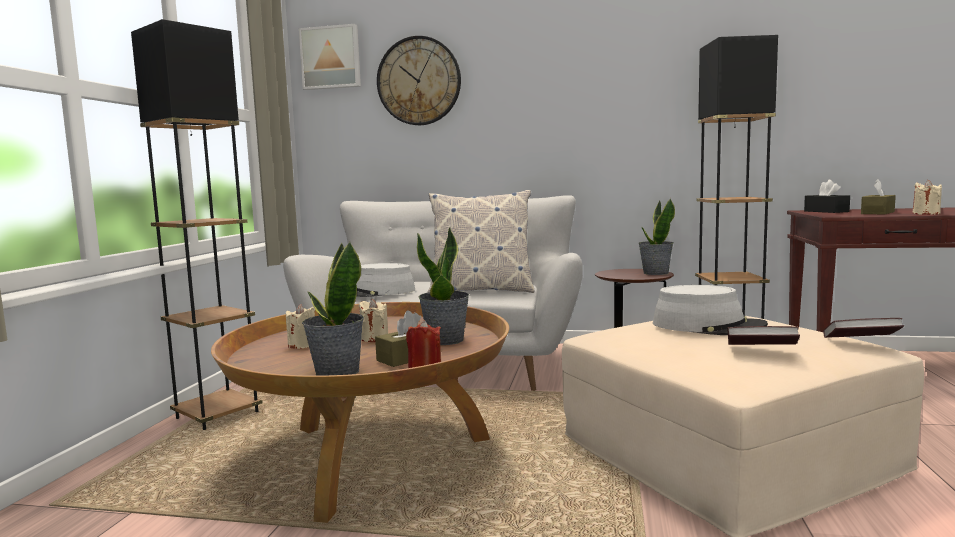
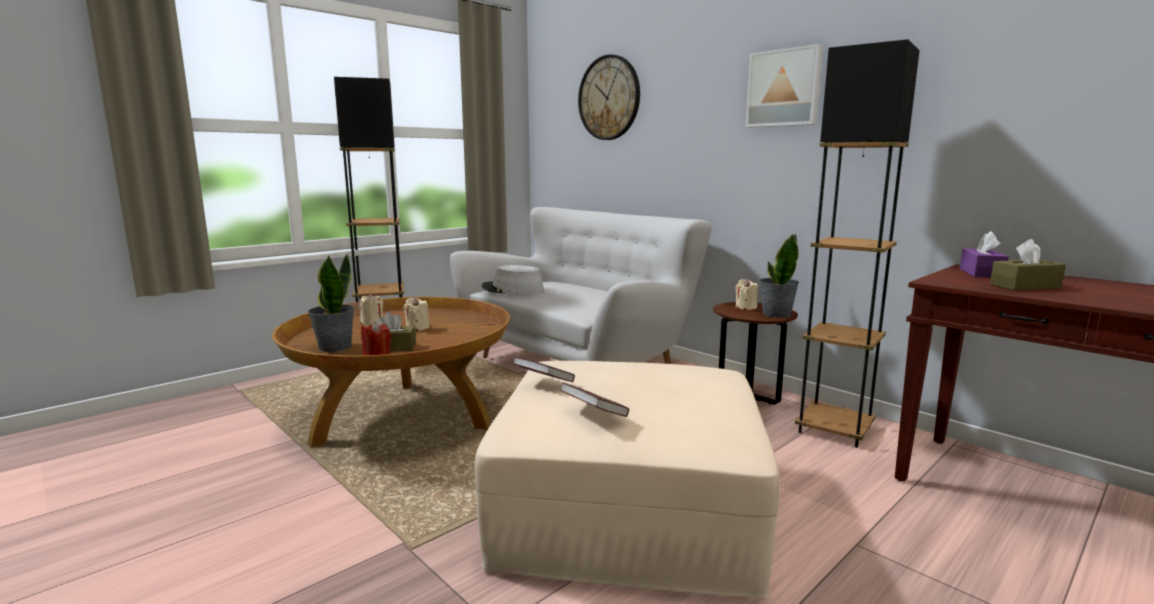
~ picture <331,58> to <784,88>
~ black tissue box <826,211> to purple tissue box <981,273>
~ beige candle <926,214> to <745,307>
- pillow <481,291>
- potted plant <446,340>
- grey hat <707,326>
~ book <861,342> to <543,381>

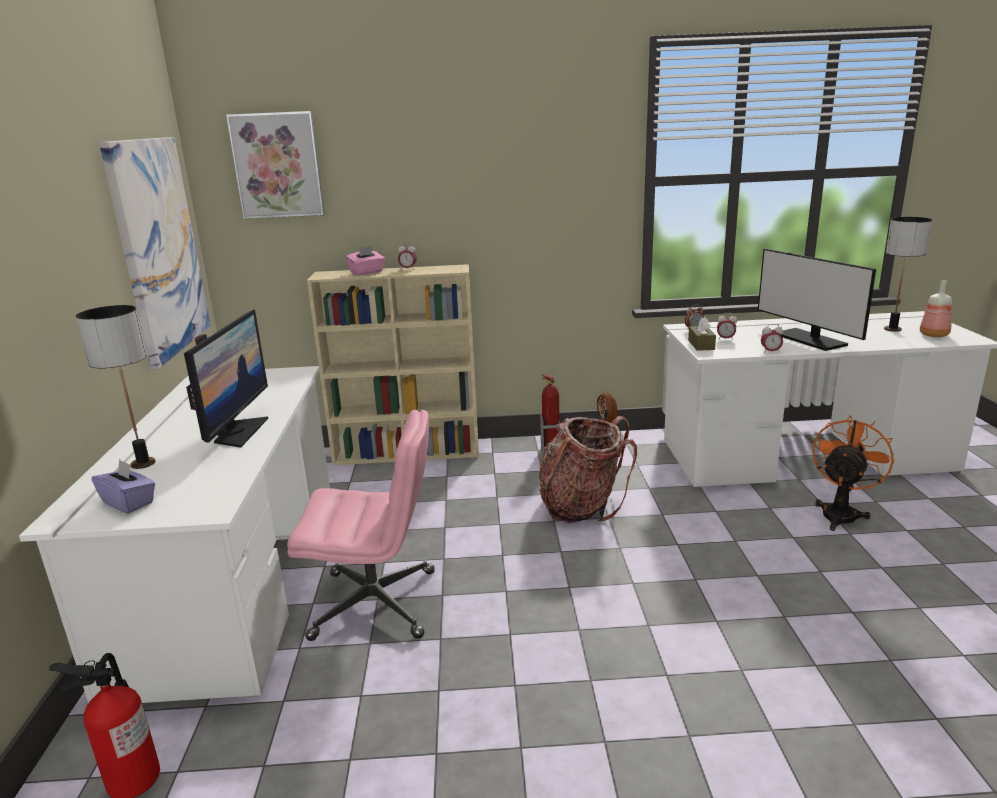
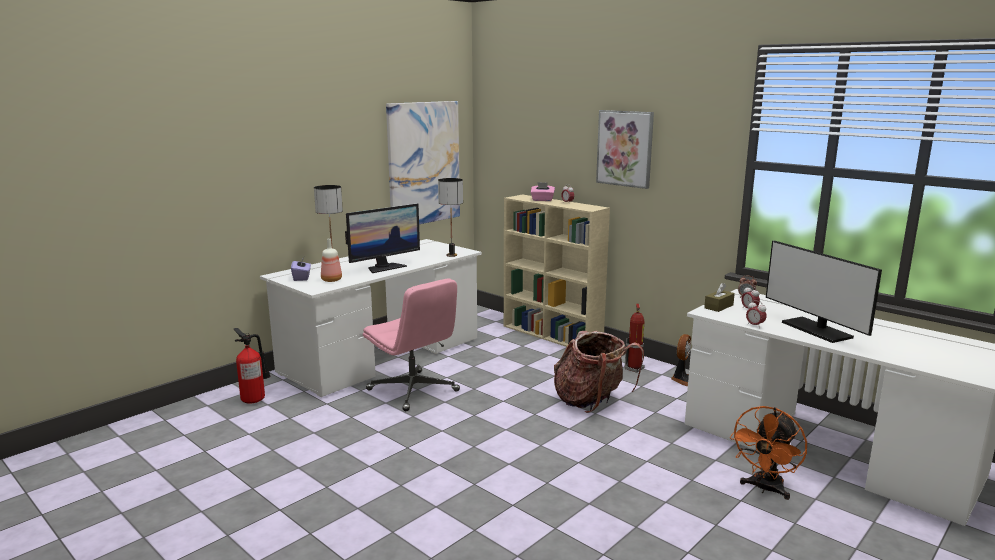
~ picture <277,165> to <625,148>
~ table lamp <893,329> to <451,255>
~ monitor <809,340> = <816,330> 45 degrees counterclockwise
~ bottle <935,335> to <332,280>
~ orange fan <841,513> = <765,489> 135 degrees clockwise

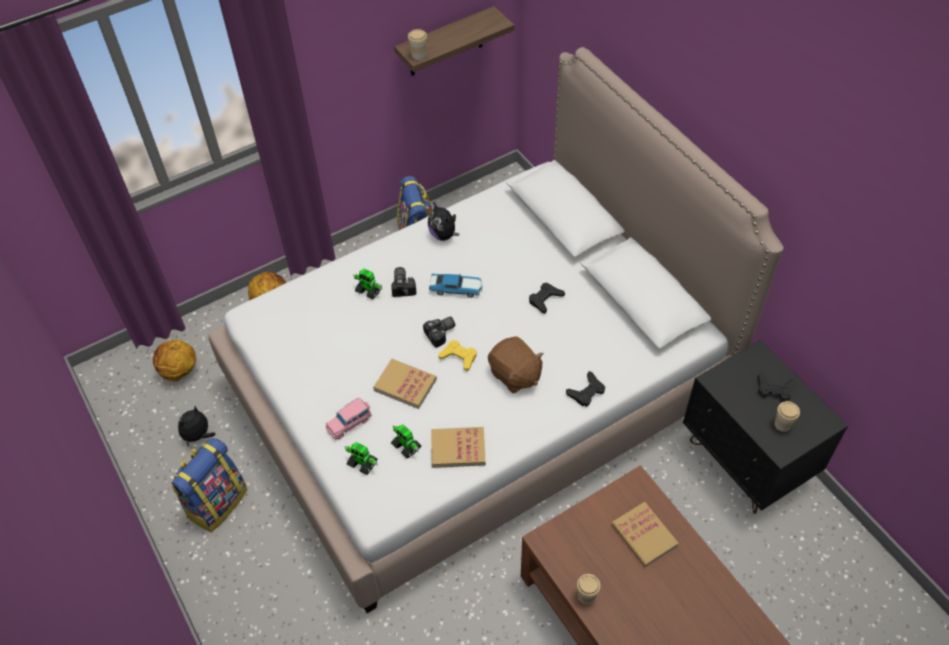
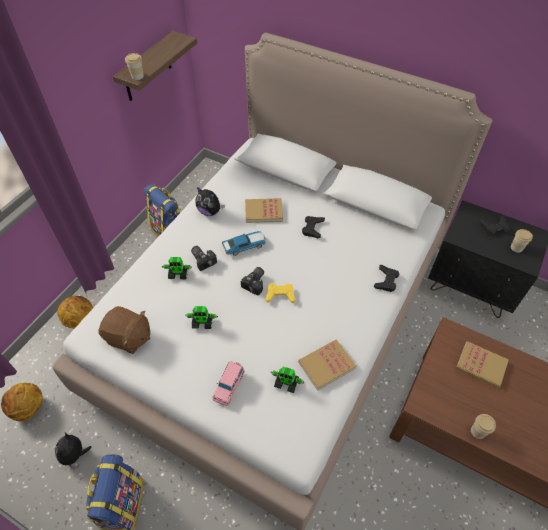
~ brown plush toy <515,375> to <128,337>
~ book <405,385> to <263,211>
~ toy robot <362,463> to <203,322>

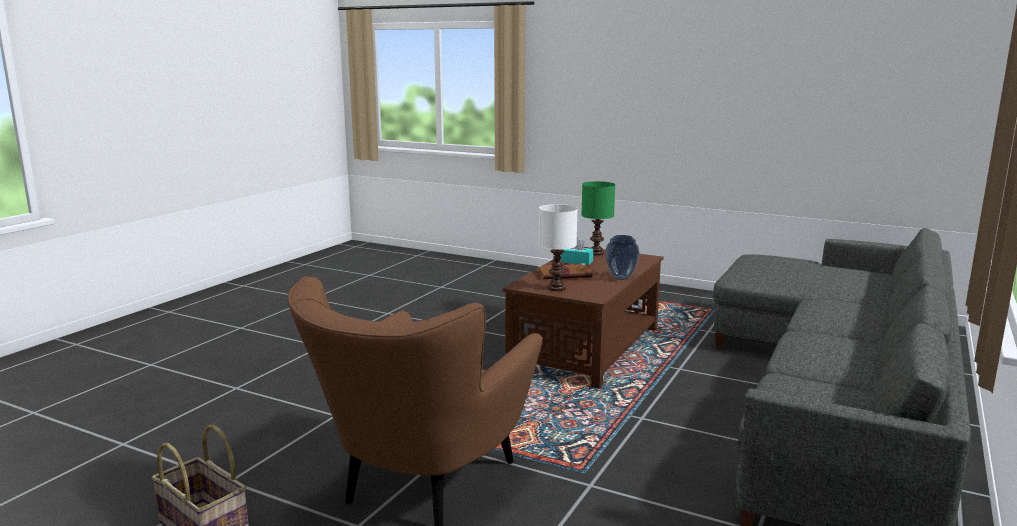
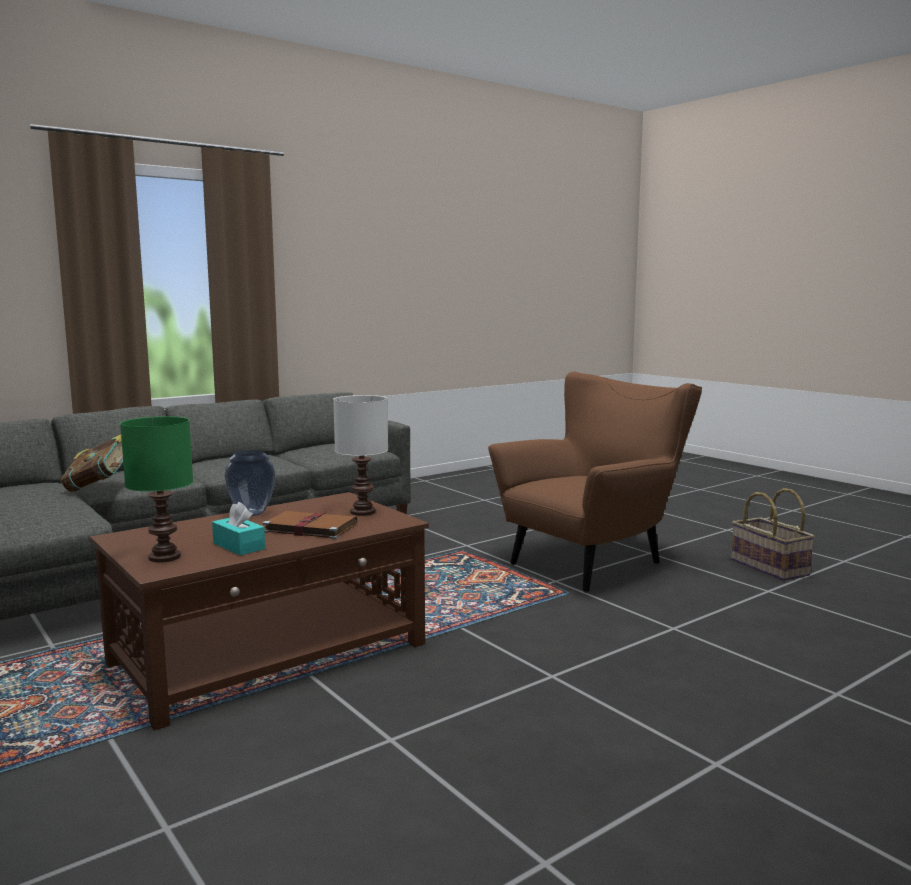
+ book <100,488>

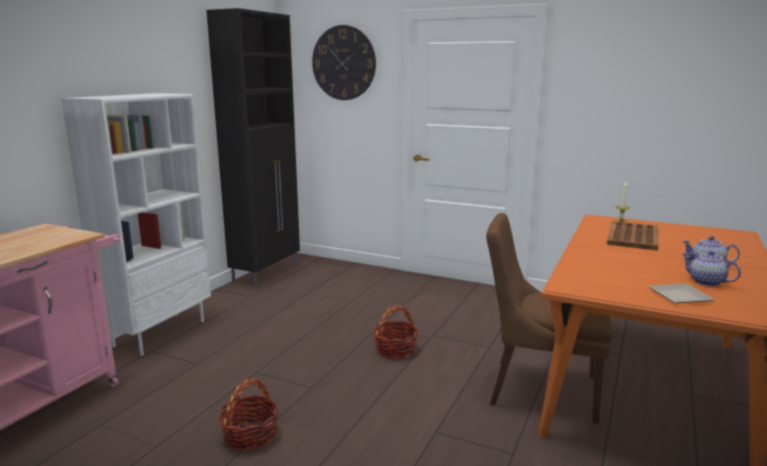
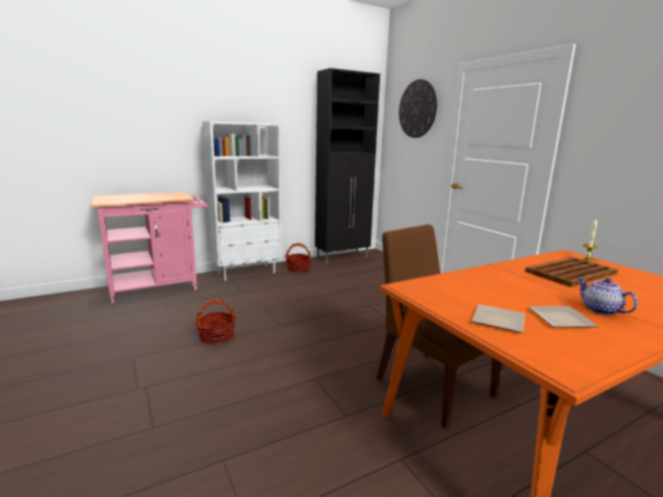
~ teapot <706,282> to plate <560,320>
~ basket <395,349> to <298,268>

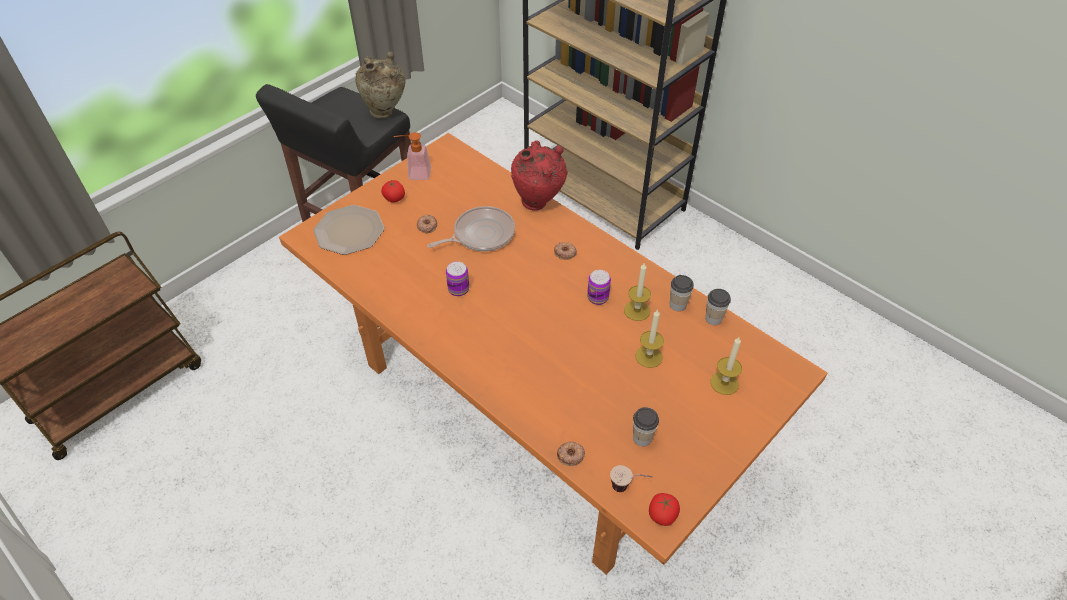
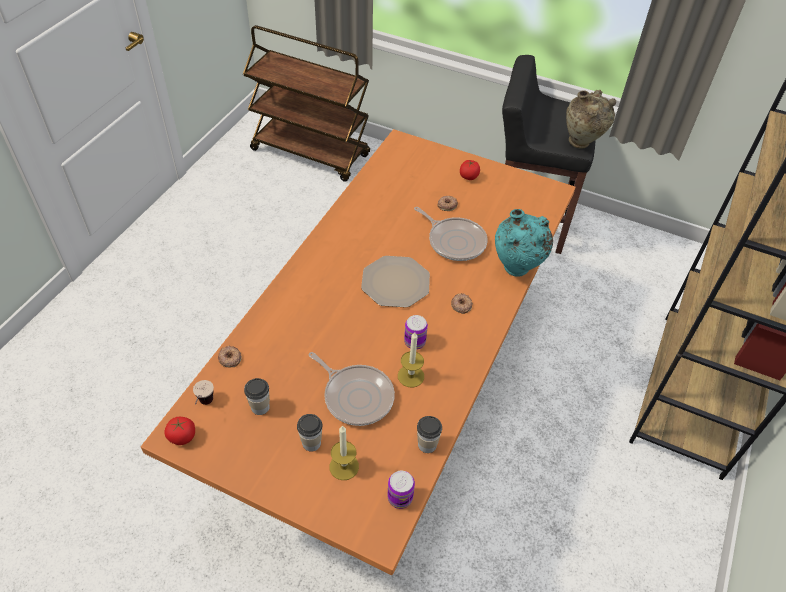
- soap dispenser <415,173>
~ red vase <538,204> to turquoise vase <516,271>
~ plate <348,231> to <395,282>
~ can <458,289> to <400,497>
~ cup <677,305> to <311,443>
~ candle <648,356> to frying pan <356,396>

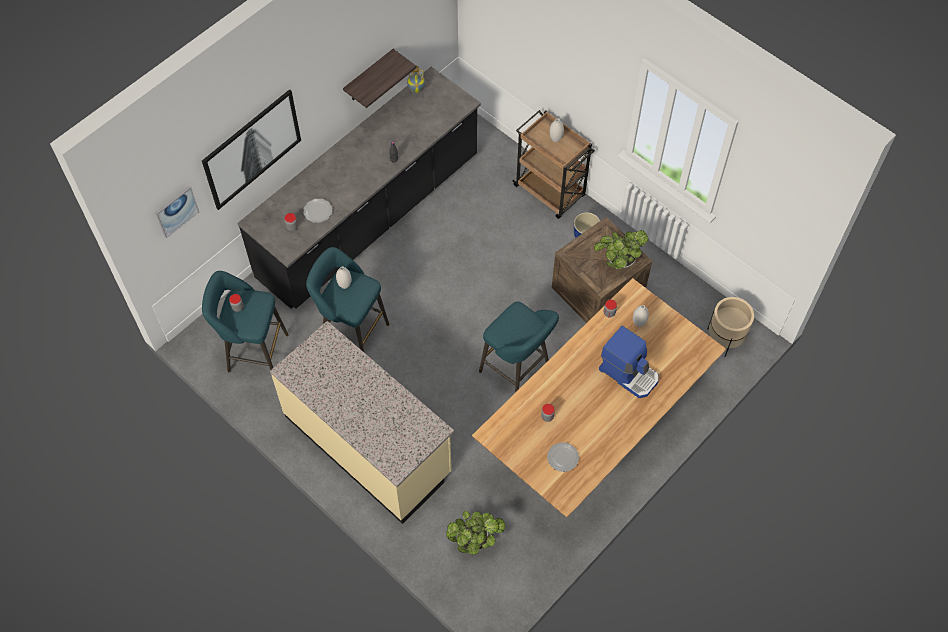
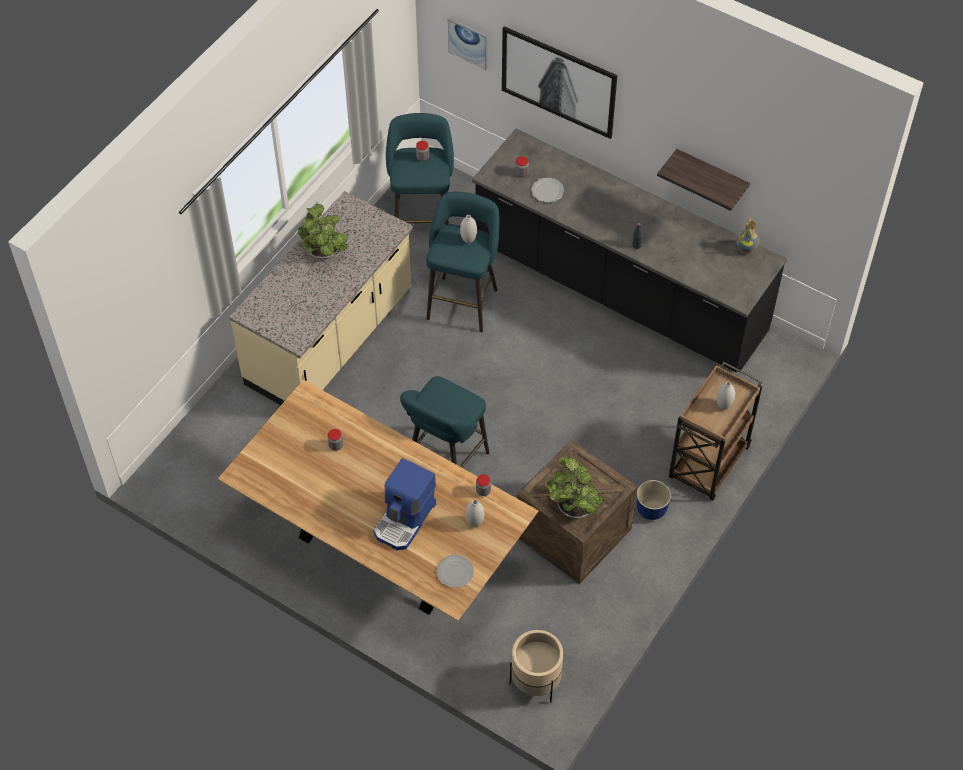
~ plate <562,457> to <455,571>
~ potted plant <475,540> to <324,254>

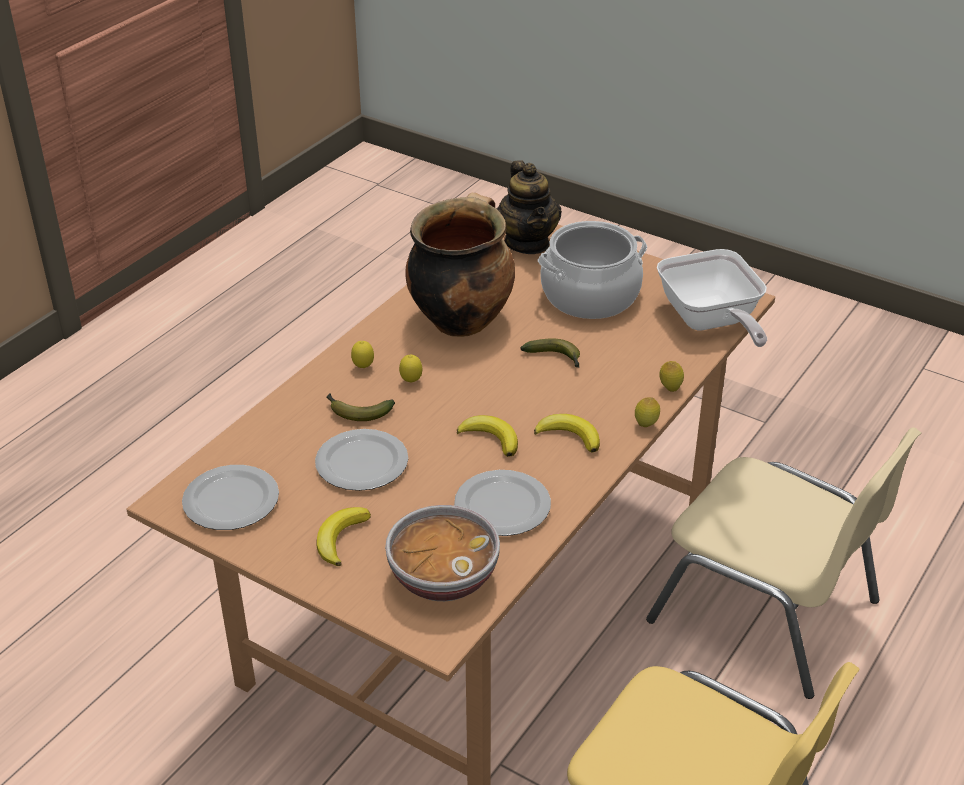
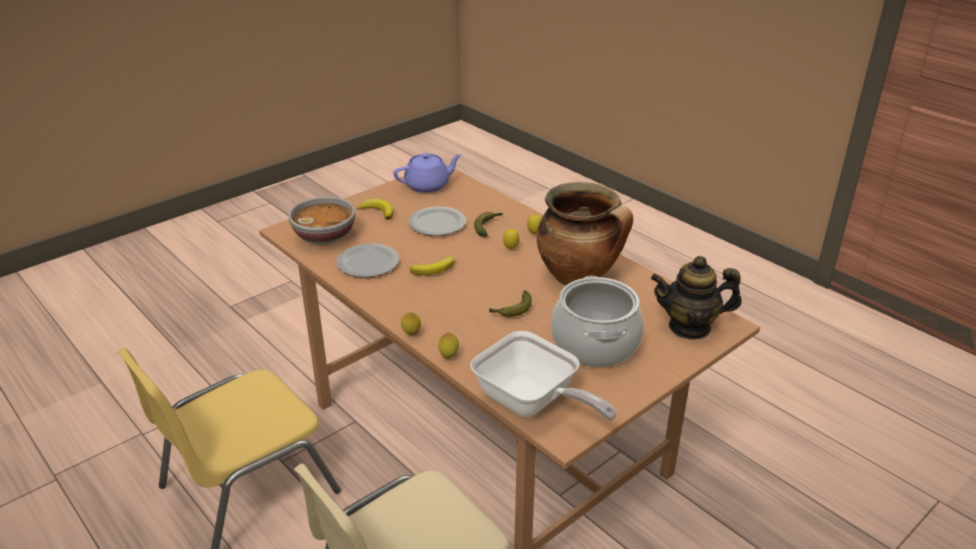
~ frying pan <710,322> = <532,404> 135 degrees counterclockwise
- banana <569,436>
~ plate <230,502> to purple teapot <428,185>

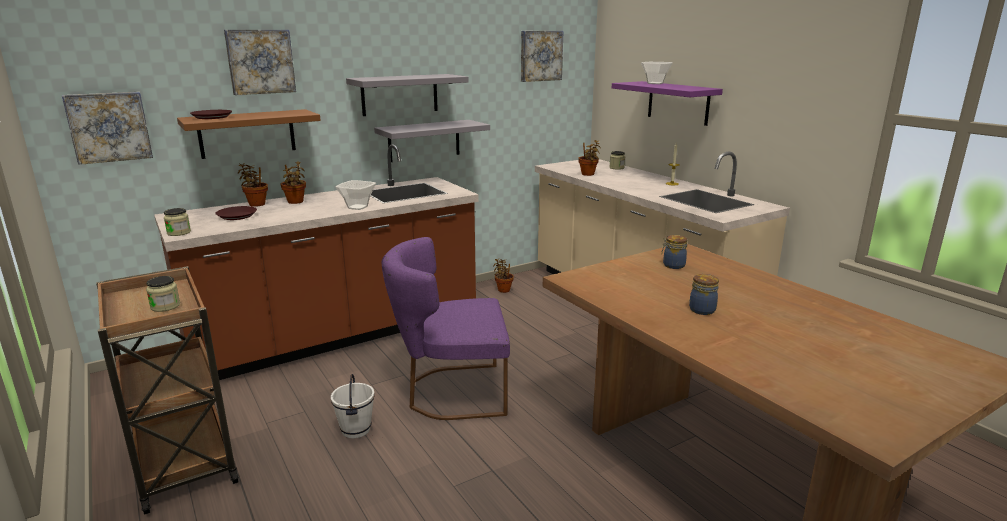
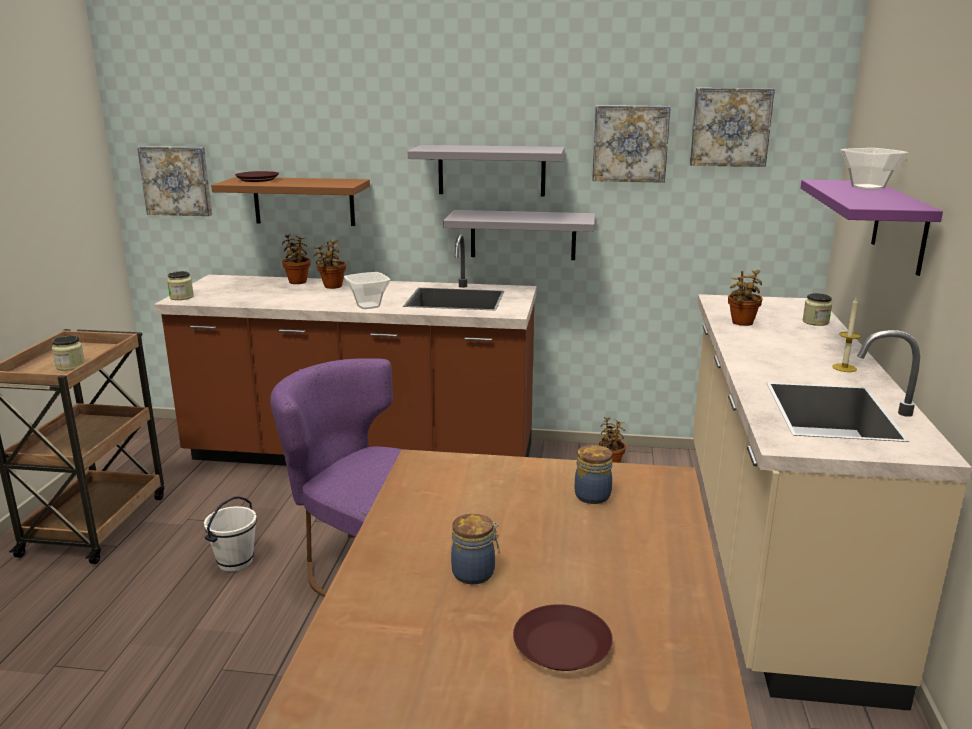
~ picture <260,61> to <630,143>
~ brown plate <237,216> to <563,646>

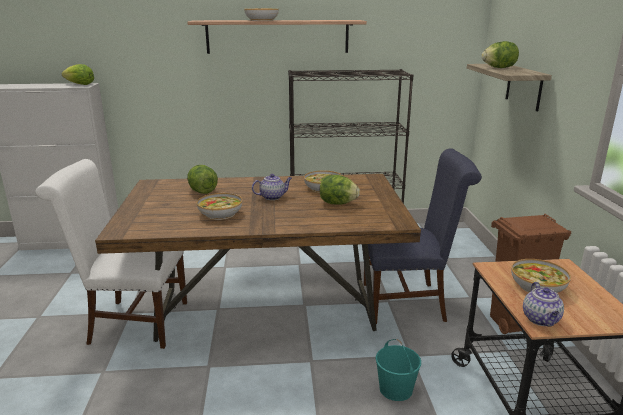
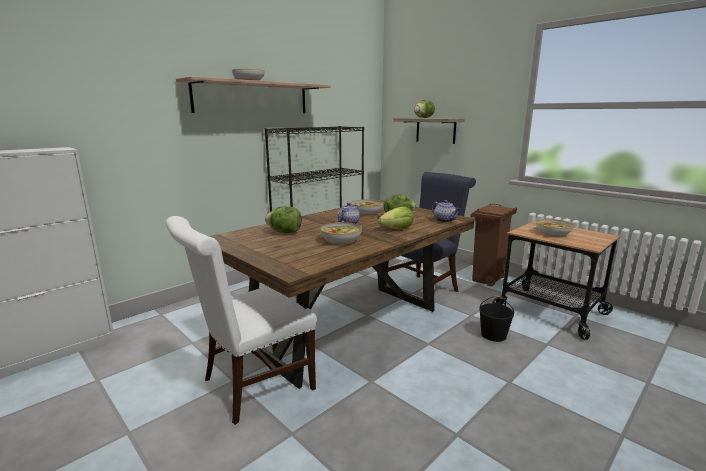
~ lettuce <80,84> to <397,229>
~ teapot <541,320> to <445,220>
~ turquoise bucket <395,388> to black bucket <493,335>

